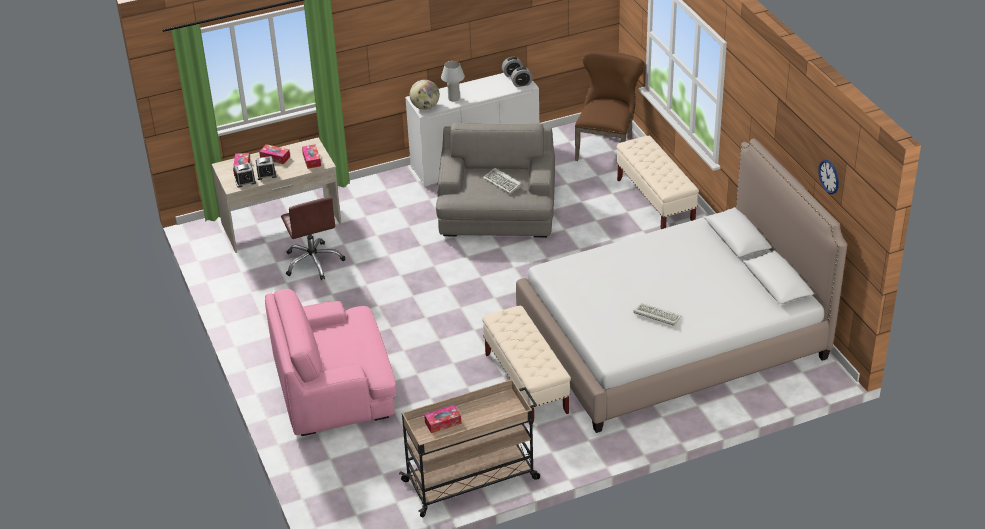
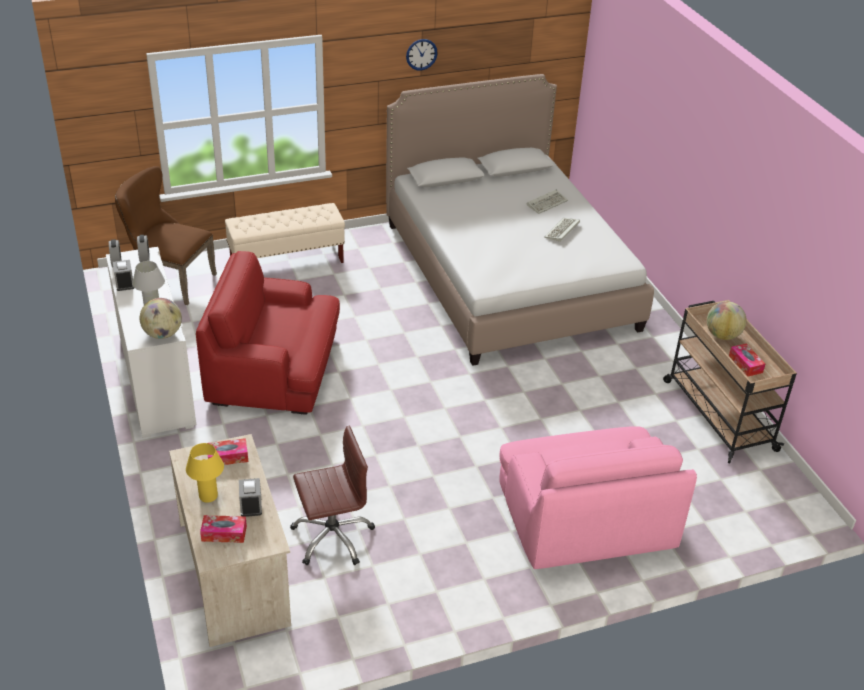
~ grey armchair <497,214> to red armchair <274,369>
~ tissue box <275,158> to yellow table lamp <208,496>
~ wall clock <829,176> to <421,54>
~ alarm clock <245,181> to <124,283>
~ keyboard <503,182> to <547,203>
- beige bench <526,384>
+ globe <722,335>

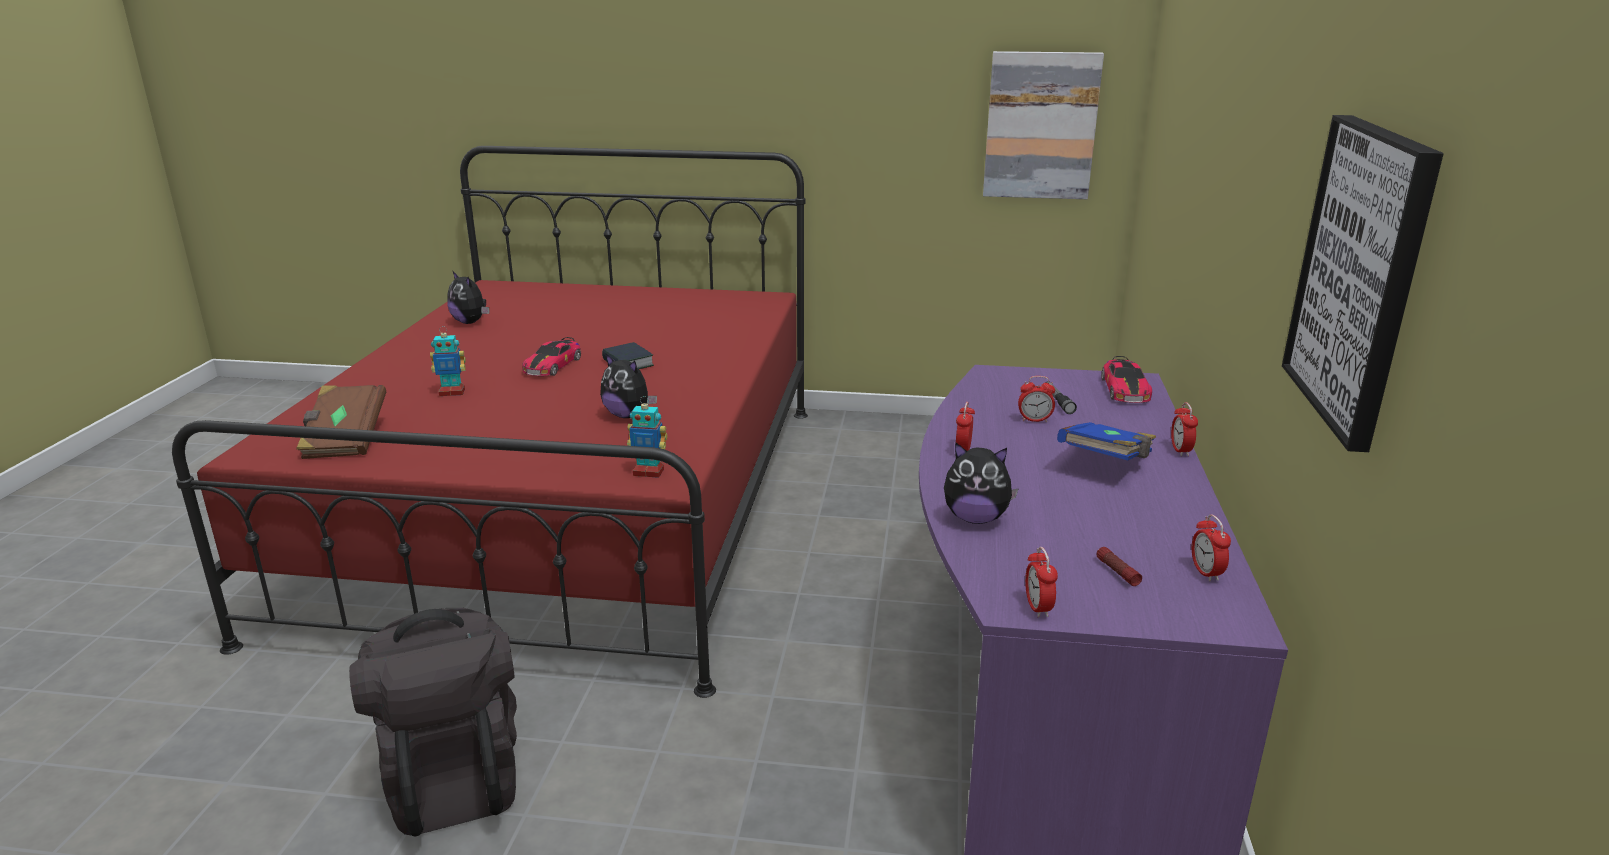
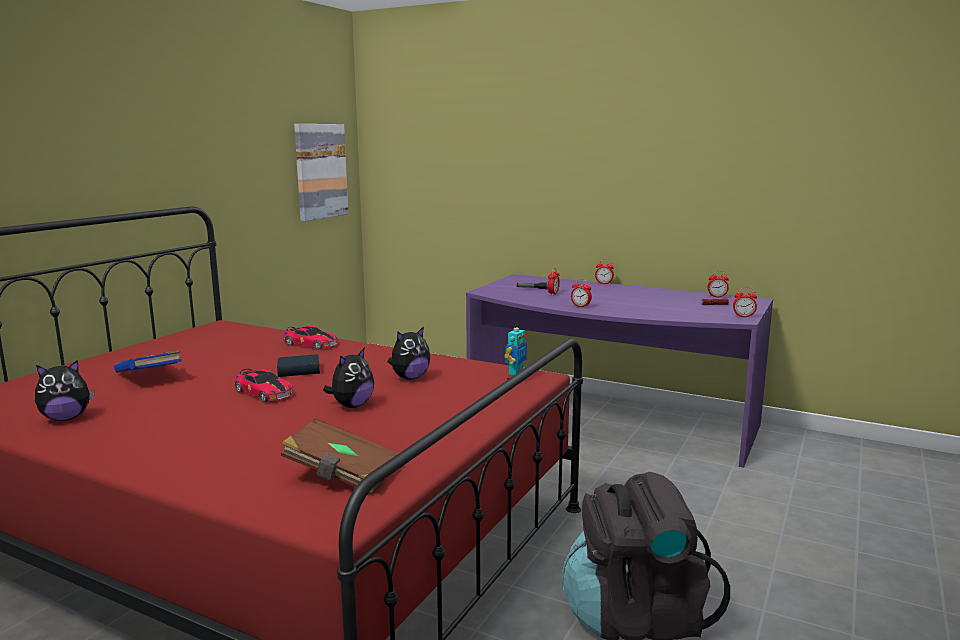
- picture <1360,276>
- toy robot <452,392>
~ toy car <1124,389> to <311,344>
~ blue book <1107,461> to <151,377>
~ plush toy <976,518> to <352,405>

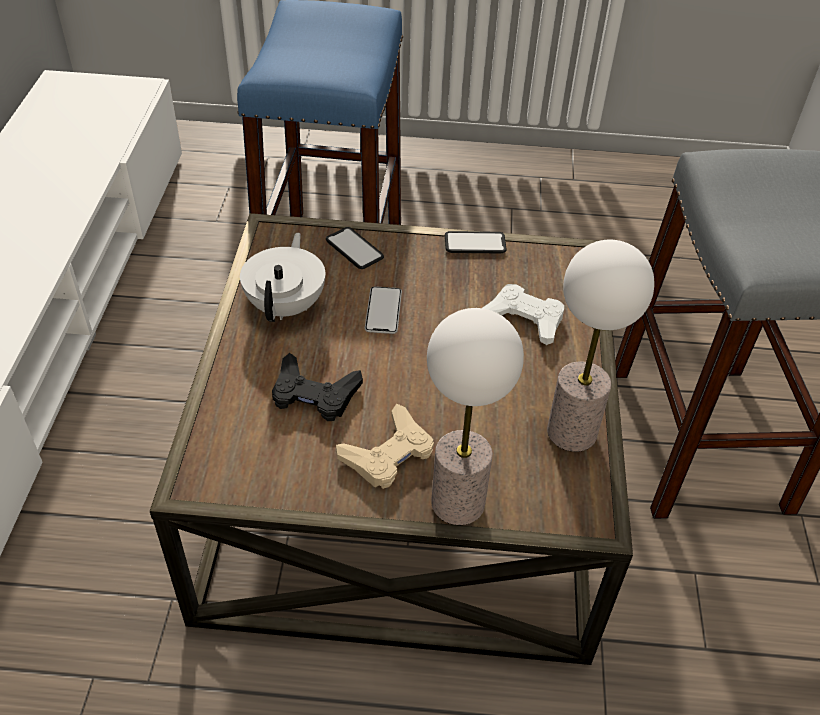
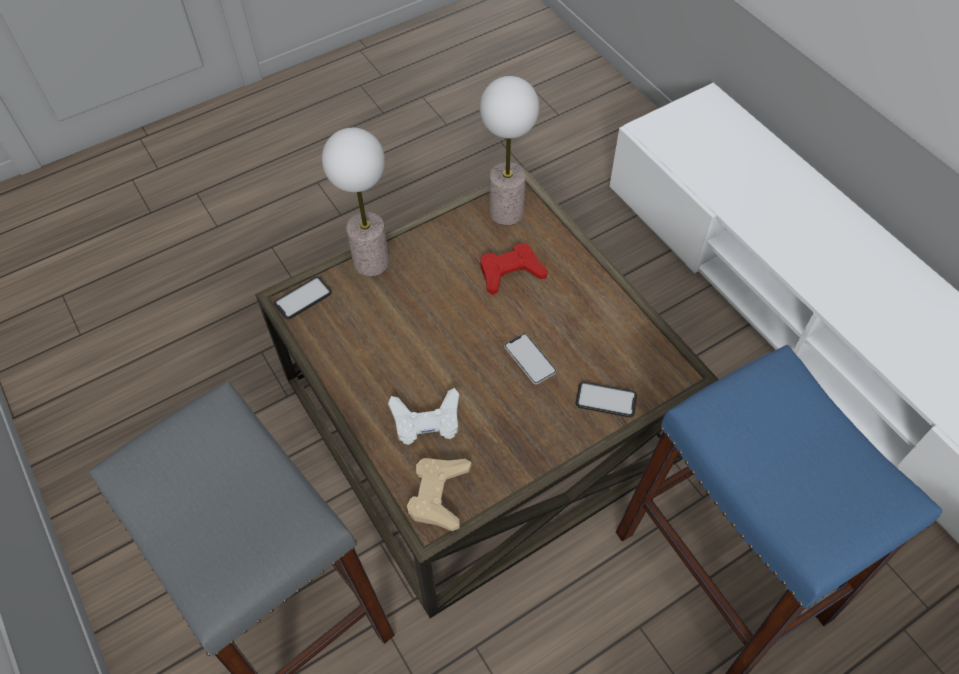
~ phone <475,243> to <303,298>
- white teapot <287,305>
~ table lamp <571,432> to <506,211>
~ black game controller <314,394> to red game controller <510,272>
~ beige game controller <388,454> to <439,494>

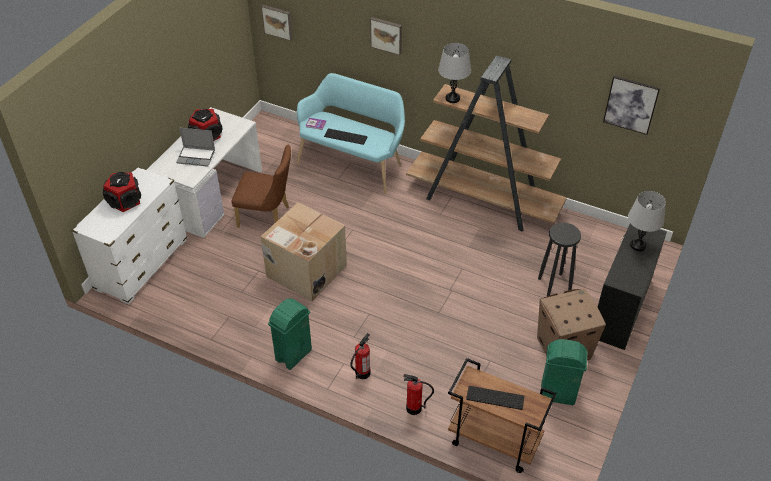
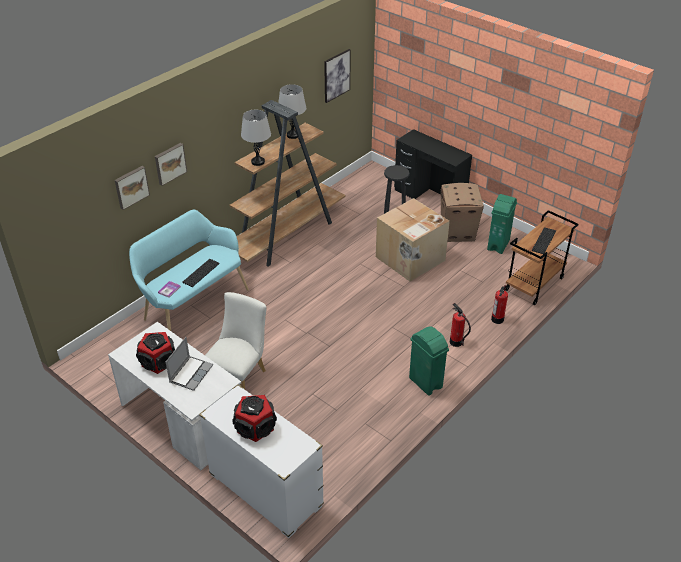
~ picture <277,21> to <131,187>
~ brown chair <267,217> to white chair <240,377>
~ grey table lamp <638,245> to <293,135>
~ cardboard box <305,271> to <410,259>

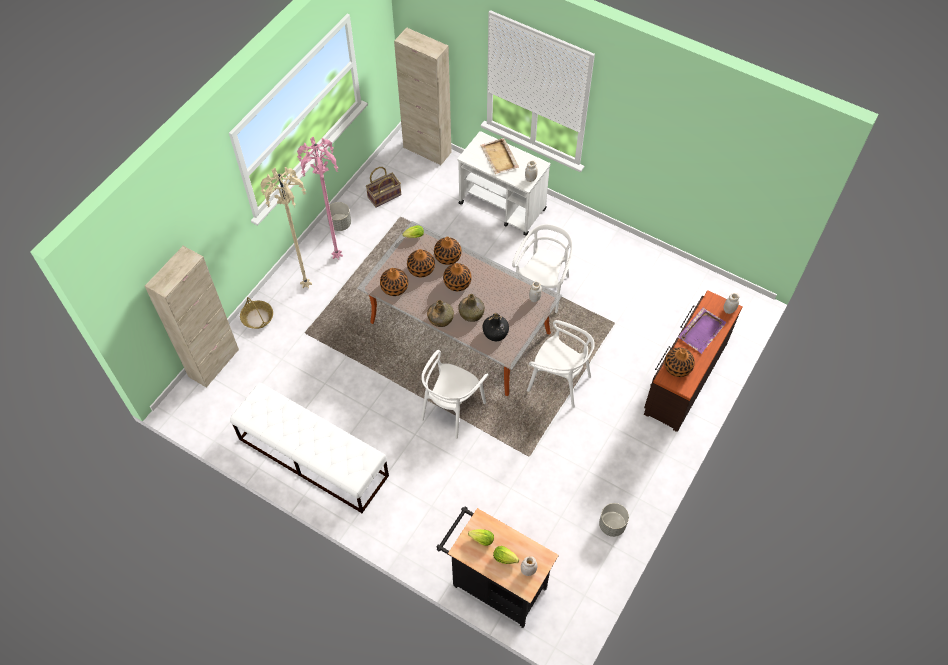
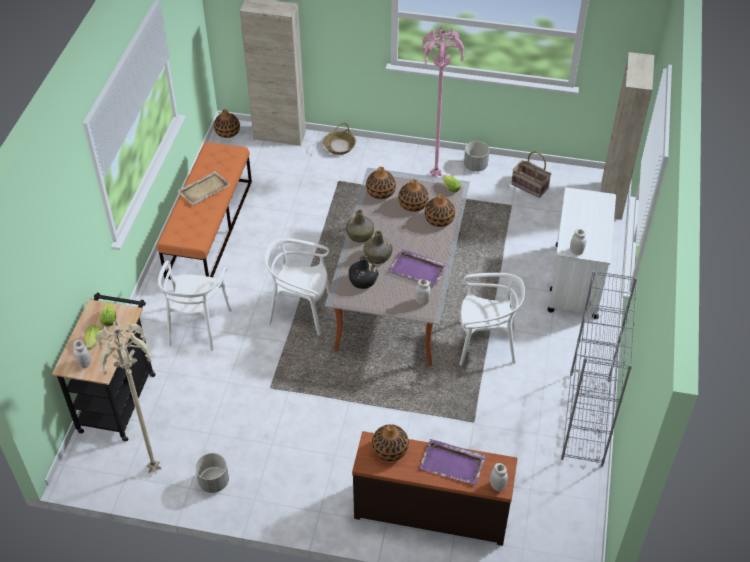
~ beige tray <499,157> to <203,190>
~ beige floor lamp <306,285> to <155,468>
~ vase <457,283> to <227,132>
~ white chair <559,381> to <198,326>
~ white bench <312,457> to orange bench <210,228>
+ purple tray <418,269>
+ grey bookcase <586,419>

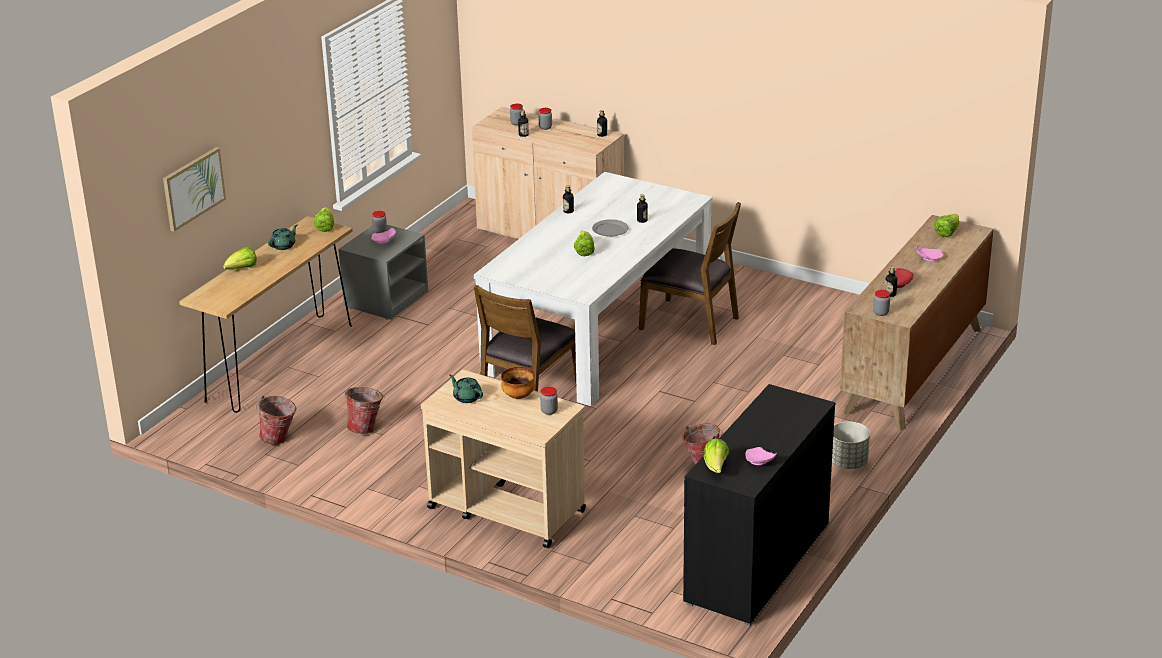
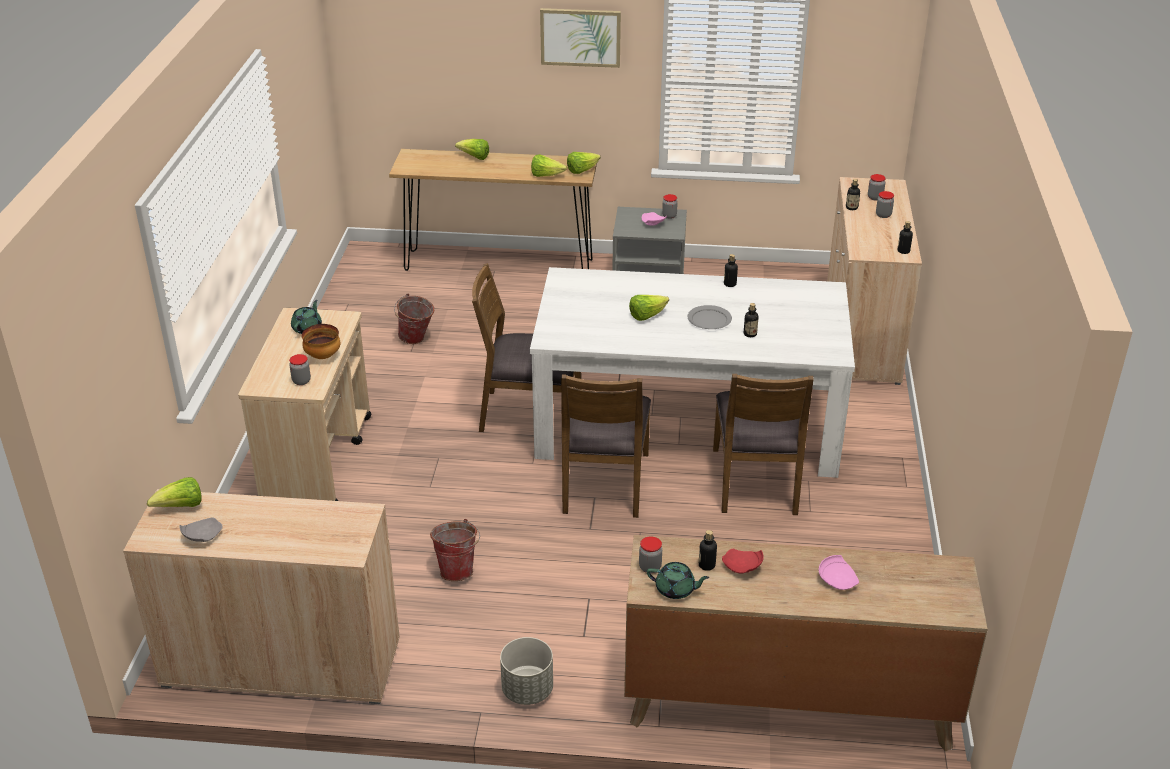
~ picture <193,188> to <580,37>
~ lettuce <947,232> to <546,175>
~ green teapot <283,246> to <676,589>
~ black cabinet <757,563> to beige cabinet <282,663>
- bucket <279,440>
~ pink plate <759,462> to grey plate <202,536>
+ brown chair <603,483>

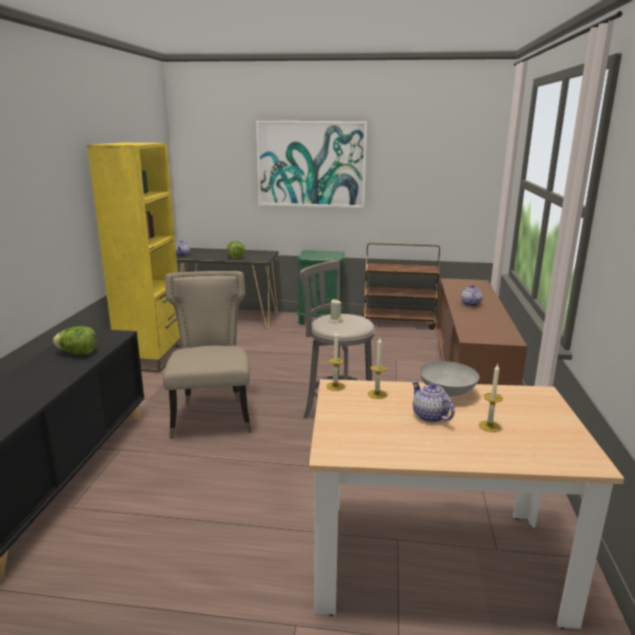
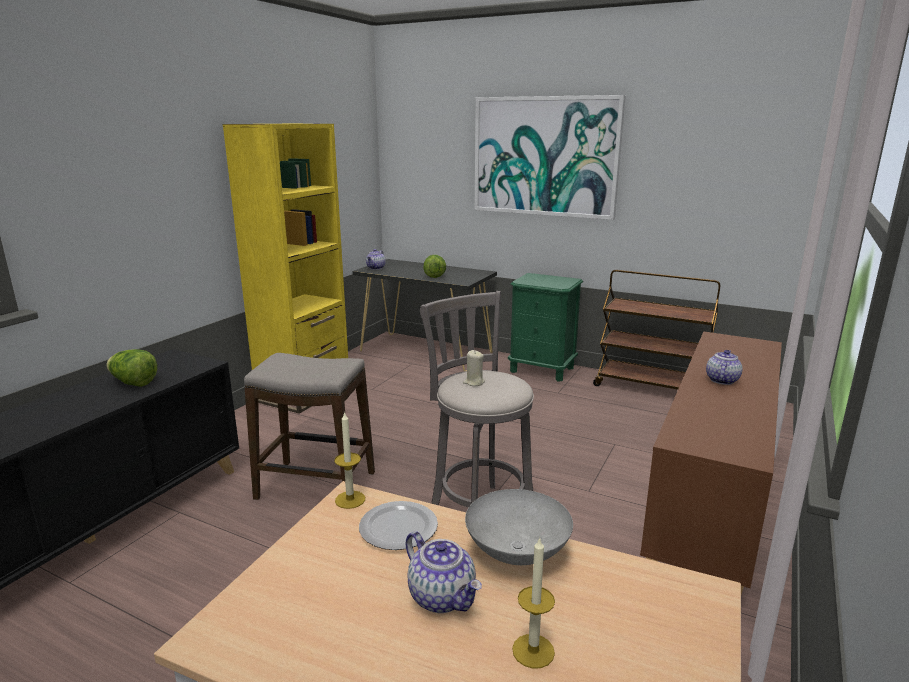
~ beige chair <212,415> to stool <316,485>
~ candle <377,394> to plate <398,529>
~ teapot <429,416> = <443,597> 150 degrees clockwise

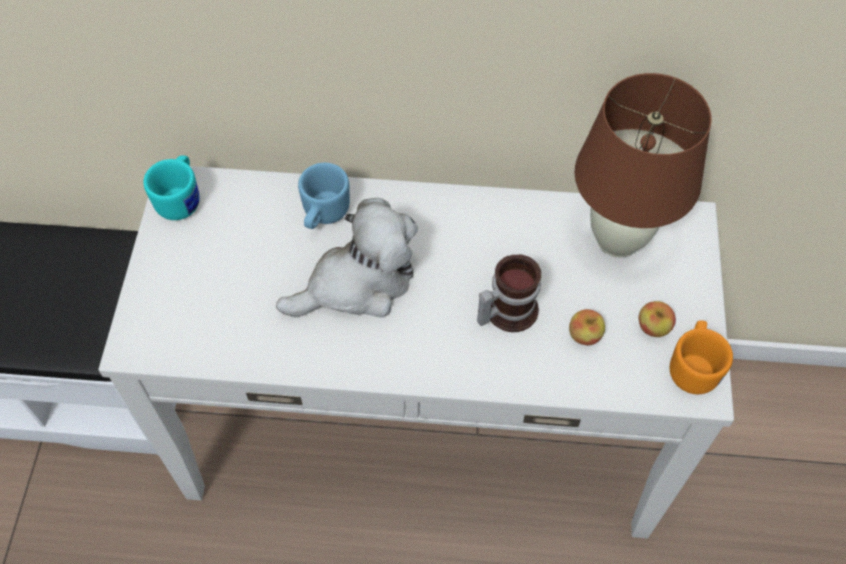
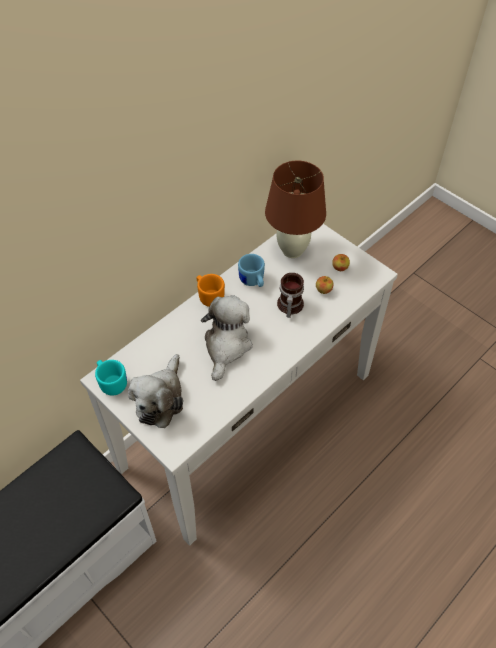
~ blue mug <323,215> to <252,282>
~ orange mug <694,367> to <209,296>
+ plush toy <160,399>

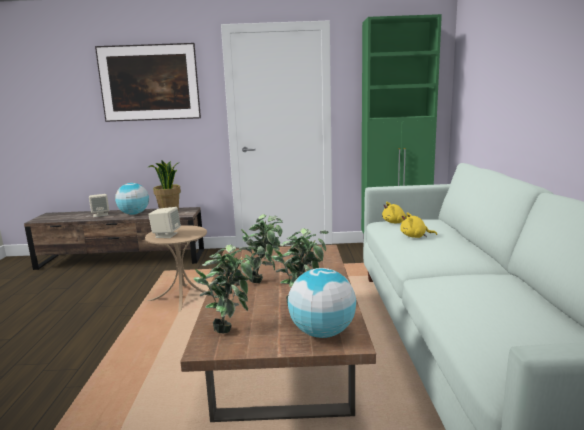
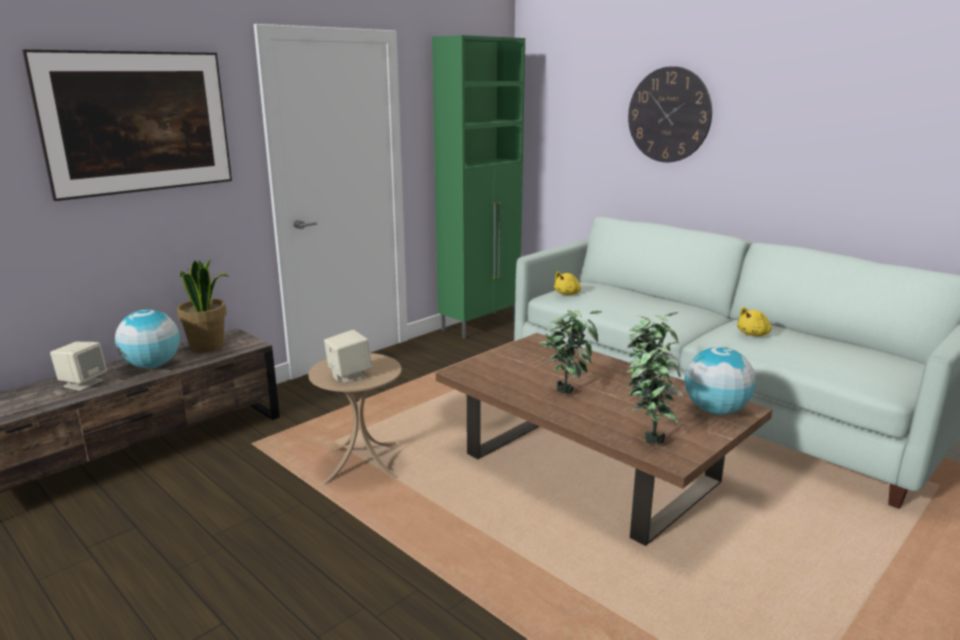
~ yellow plush toy <415,236> to <754,334>
+ wall clock <669,115>

